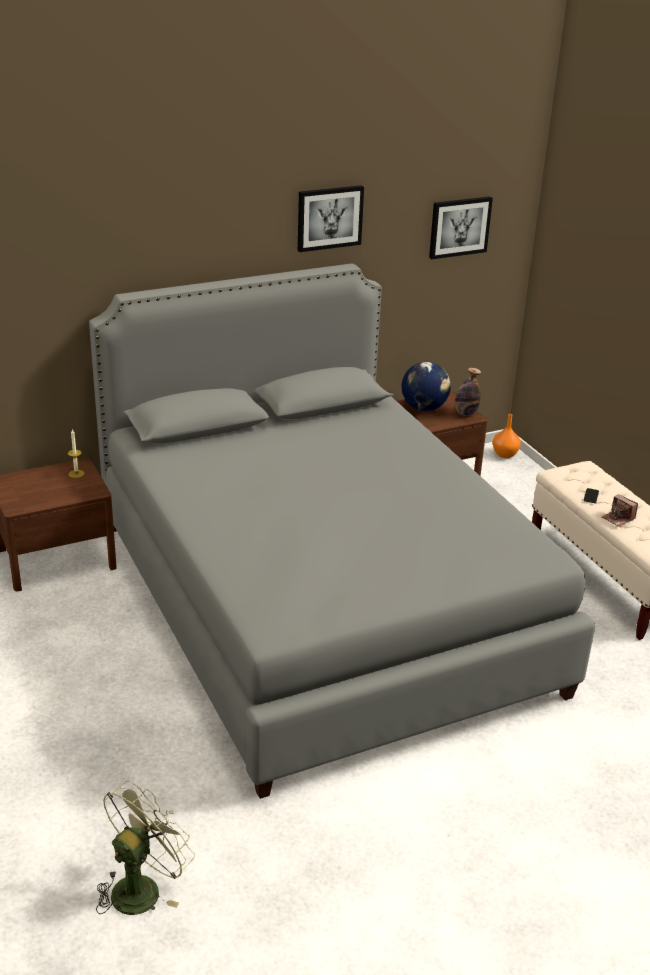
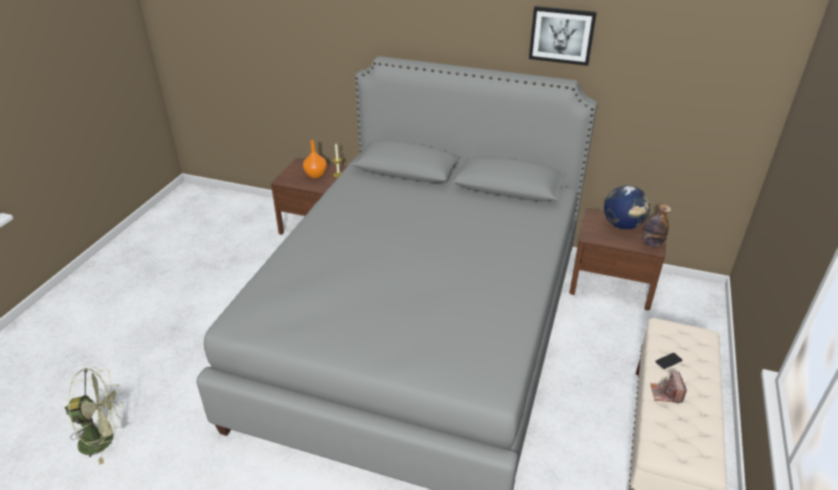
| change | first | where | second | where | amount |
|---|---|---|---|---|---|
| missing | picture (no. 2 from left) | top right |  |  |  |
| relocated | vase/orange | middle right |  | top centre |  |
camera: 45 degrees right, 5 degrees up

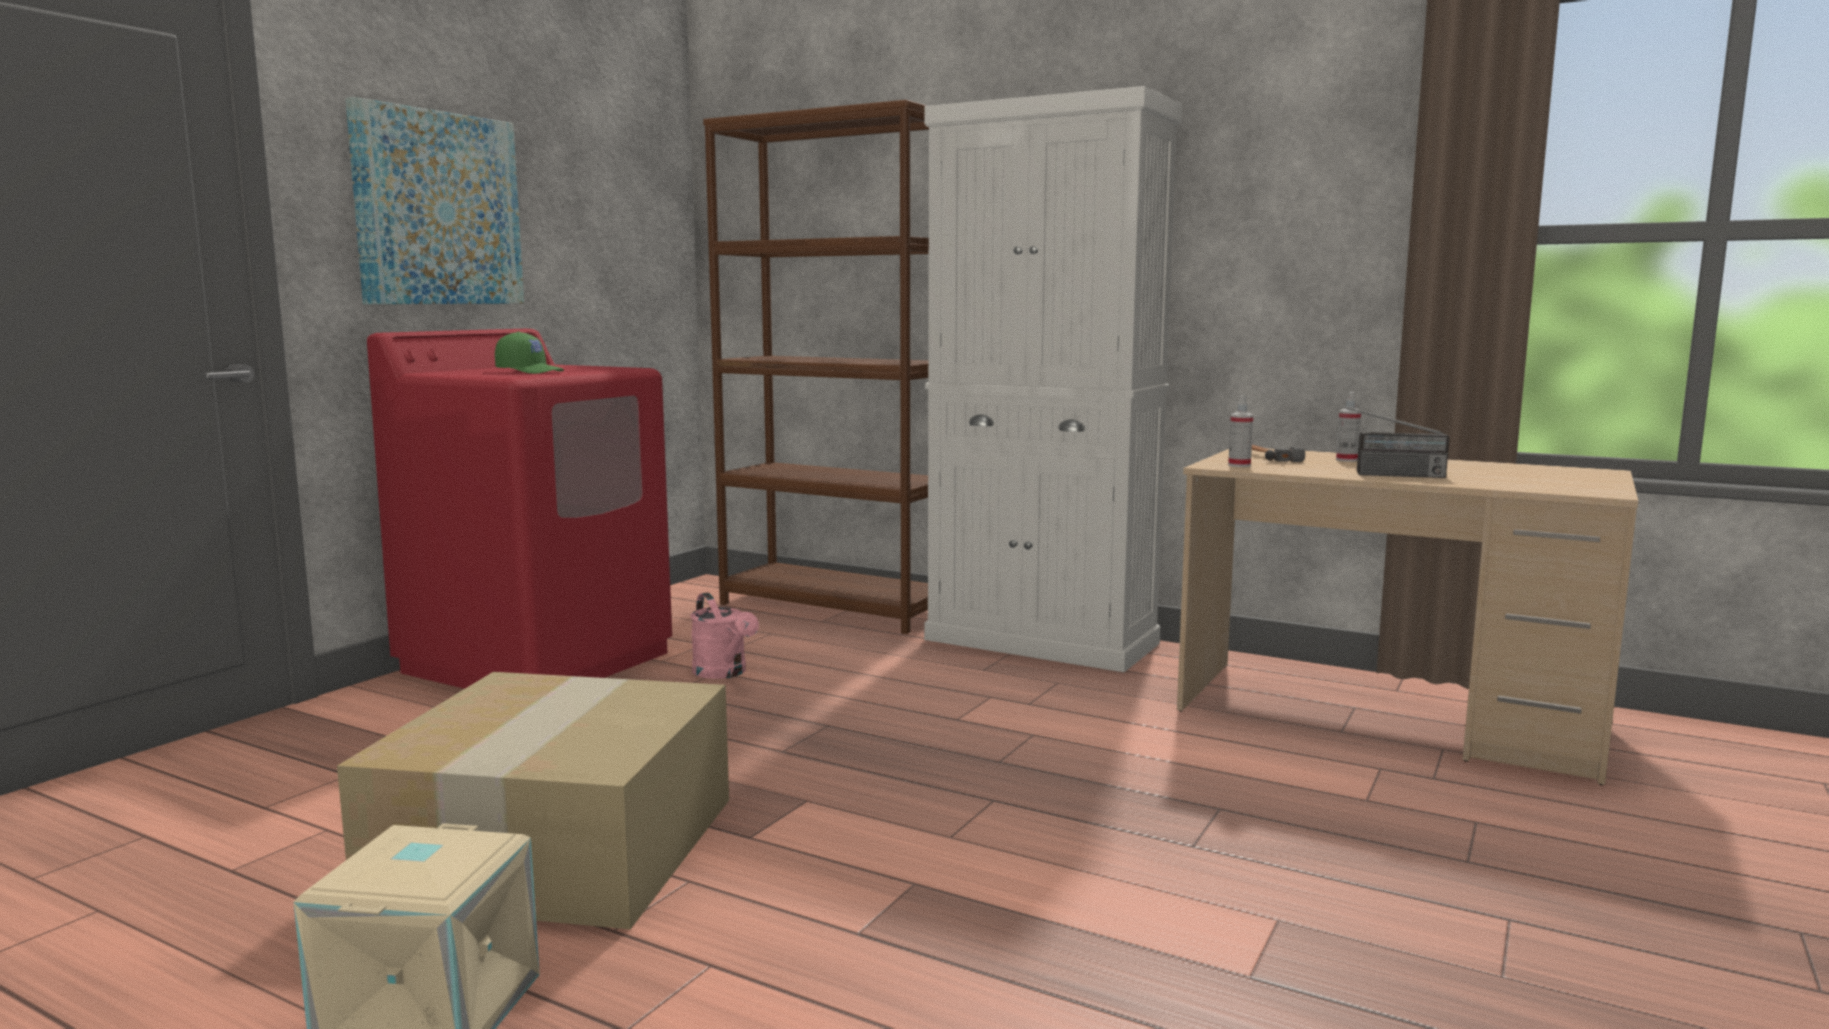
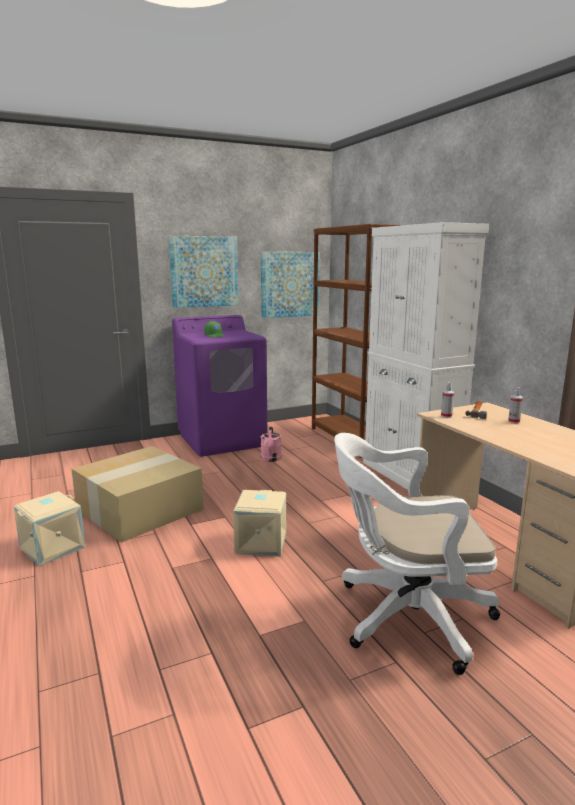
| change | first | where | second | where | amount |
|---|---|---|---|---|---|
| colour | washing machine/red | middle left | washing machine/purple | centre |  |
| missing | radio | middle right |  |  |  |
| appeared |  |  | picture (no. 2 from left) | centre |  |
| appeared |  |  | office chair/white | bottom right |  |
| appeared |  |  | storage box/beige (no. 2 from left) | centre |  |
camera: 35 degrees right, 5 degrees up

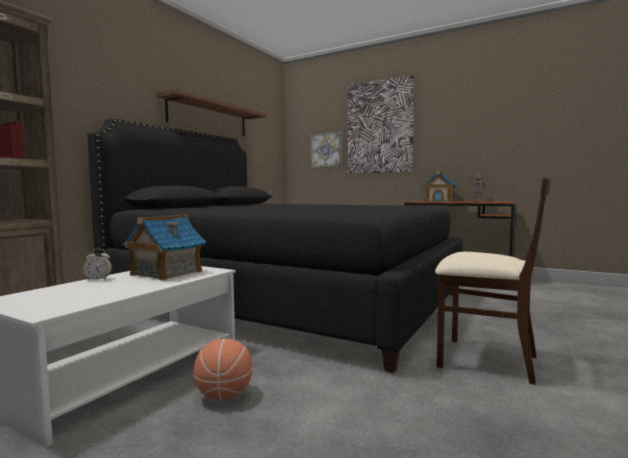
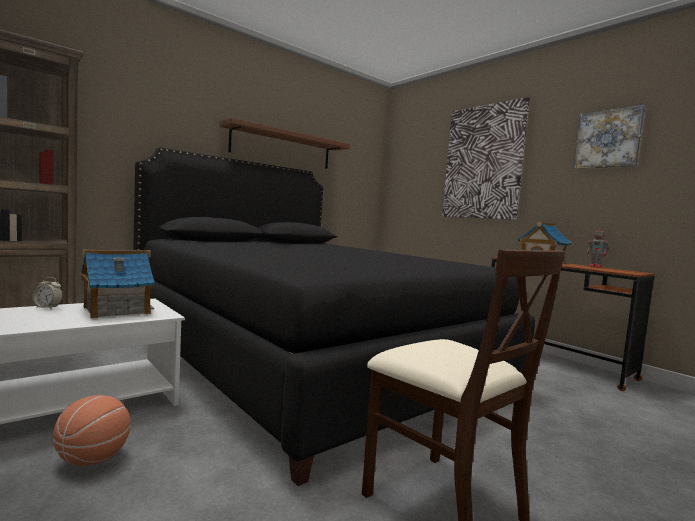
| change | first | where | second | where | amount |
|---|---|---|---|---|---|
| relocated | picture (no. 1 from left in the first image) | top centre | picture (no. 2 from left) | top right |  |
camera: 20 degrees right, 0 degrees up

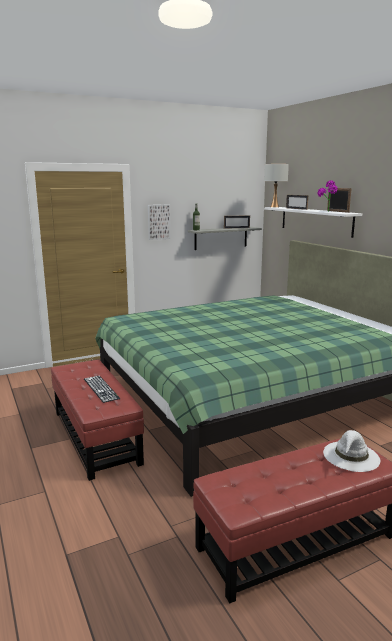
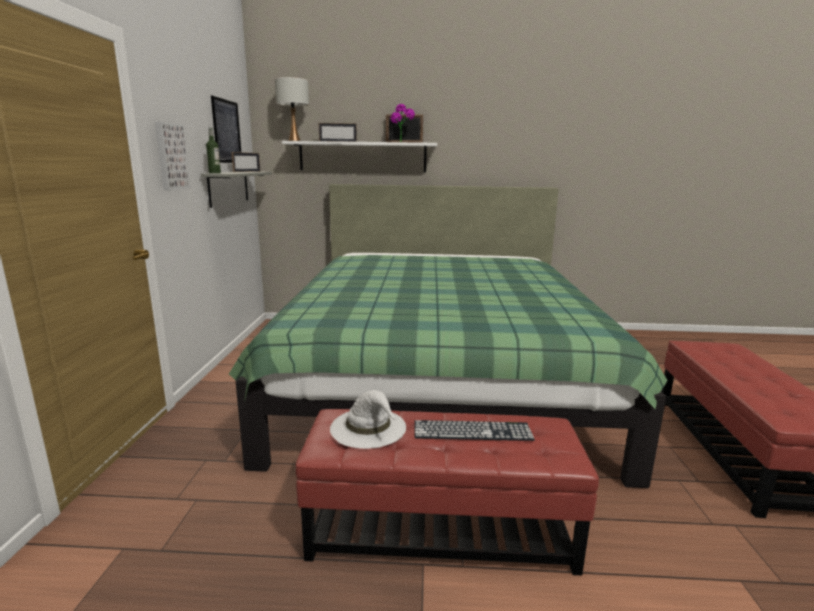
| change | first | where | second | where | amount |
|---|---|---|---|---|---|
| relocated | hat/white | bottom right |  | bottom centre |  |
| appeared |  |  | picture (no. 2 from left) | top left |  |
camera: 60 degrees left, 0 degrees up

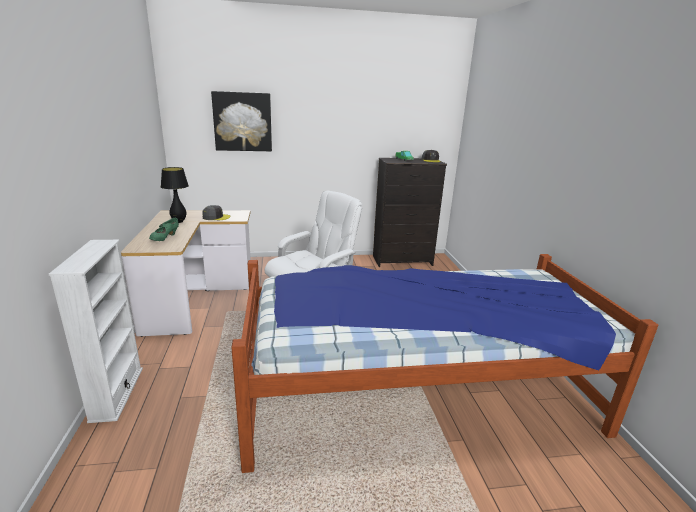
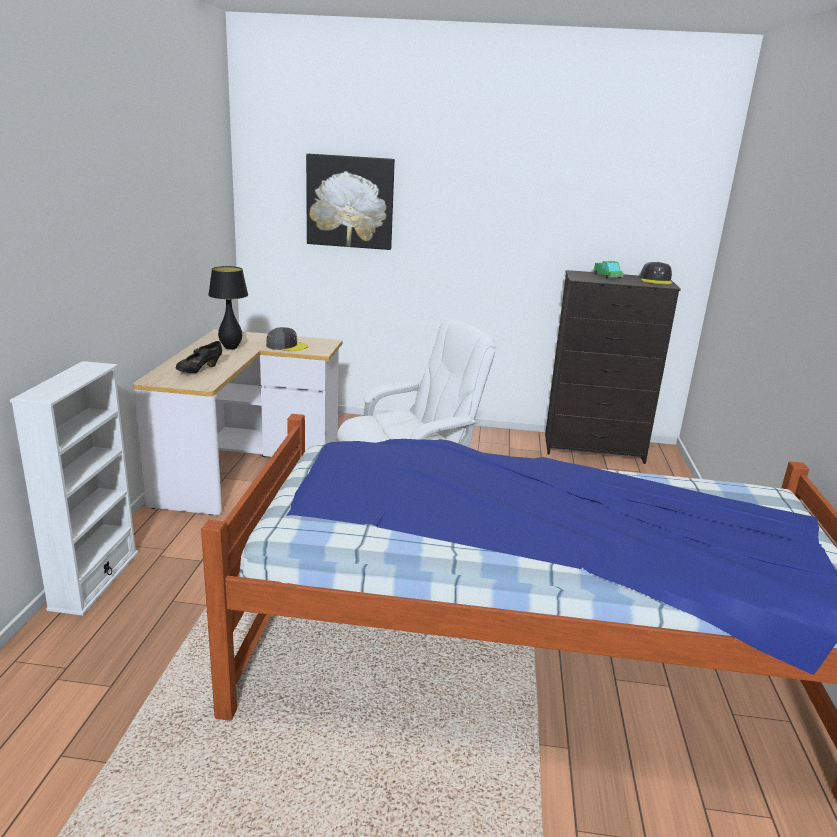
| change | first | where | second | where | amount |
|---|---|---|---|---|---|
| colour | shoe/green | middle left | shoe/black | middle left |  |
camera: 15 degrees right, 0 degrees up

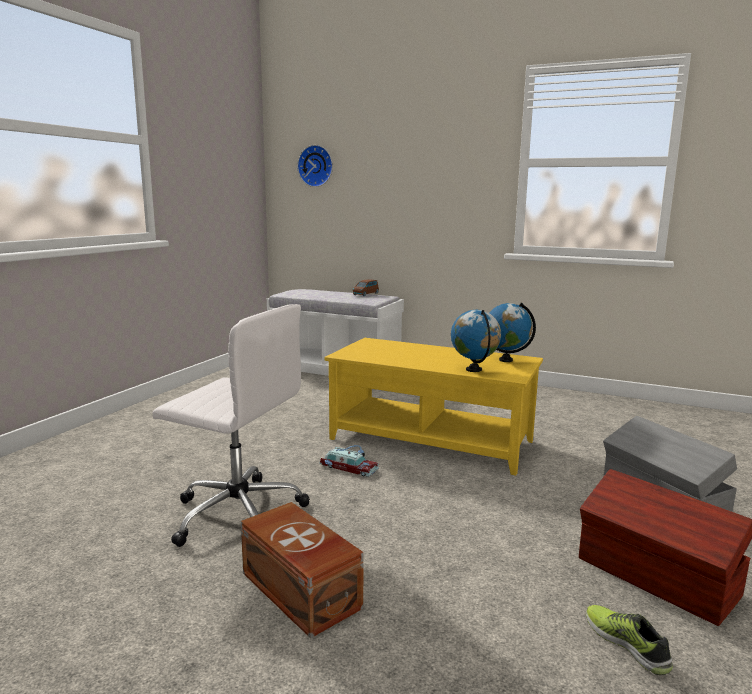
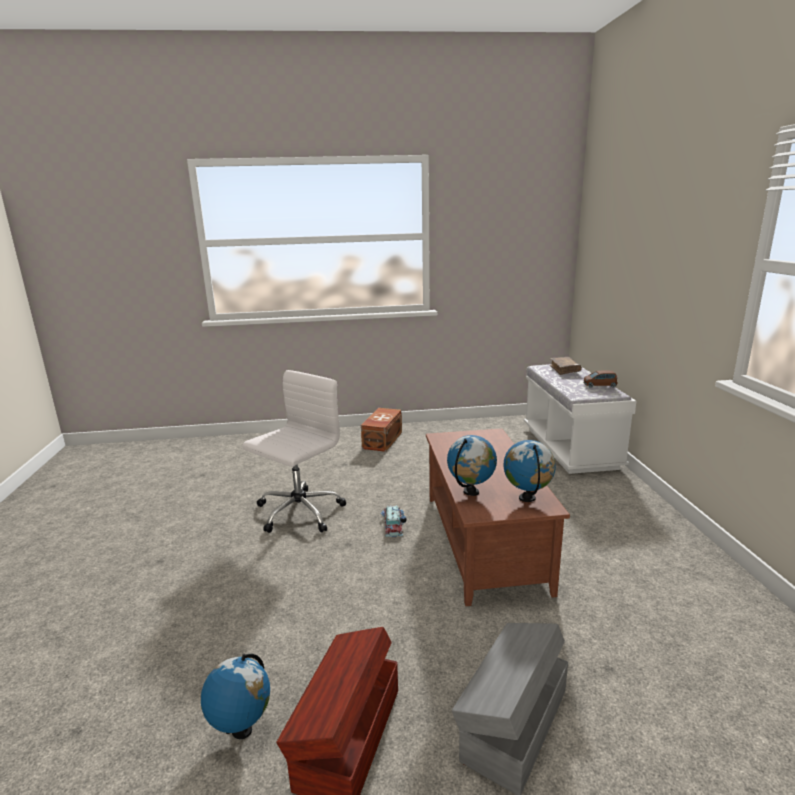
| change | first | where | second | where | amount |
|---|---|---|---|---|---|
| missing | wall clock | top centre |  |  |  |
| spun | office chair/white | middle left |  | centre | 135 degrees counterclockwise |
| colour | coffee table/yellow | centre | coffee table/brown | centre |  |
| relocated | storage box/brown (no. 1 from left in the first image) | bottom centre | storage box/brown (no. 2 from left) | centre |  |
| exchanged | shoe | bottom right | globe (no. 1 from left) | bottom left |  |
| appeared |  |  | book/brown | middle right |  |
camera: 60 degrees right, 5 degrees up

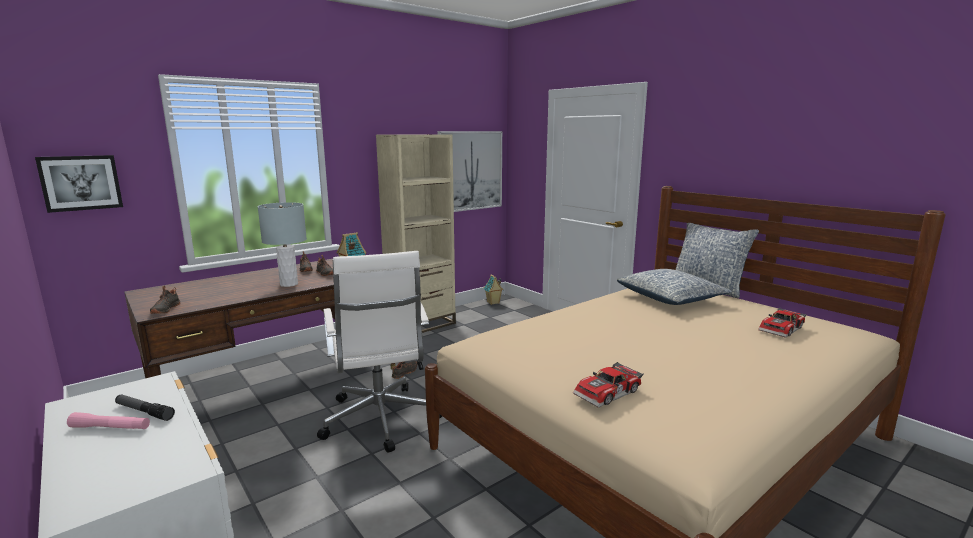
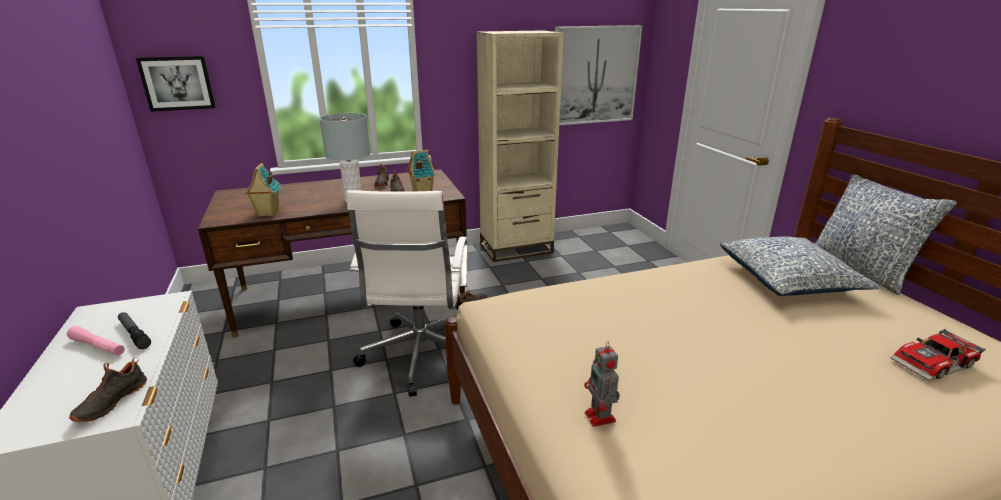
| change | first | where | second | where | amount |
|---|---|---|---|---|---|
| relocated | toy house (no. 2 from left in the first image) | centre | toy house (no. 1 from left) | middle left |  |
| relocated | shoe/black (no. 1 from left) | middle left |  | bottom left |  |
| exchanged | toy car (no. 1 from left) | bottom centre | toy robot | bottom centre |  |
camera: 20 degrees right, 10 degrees up

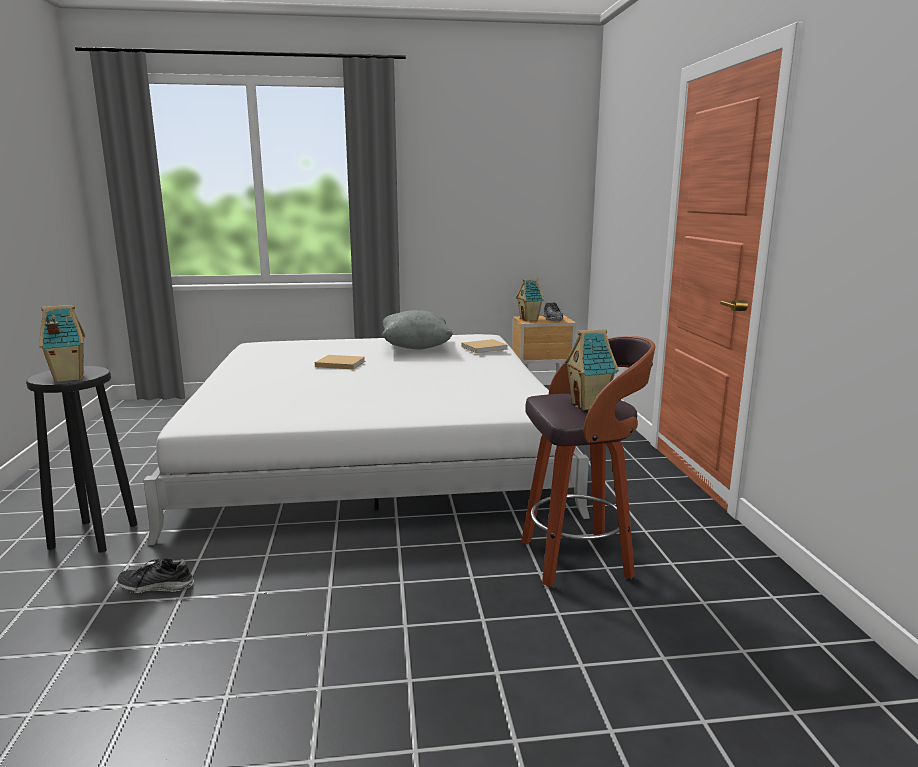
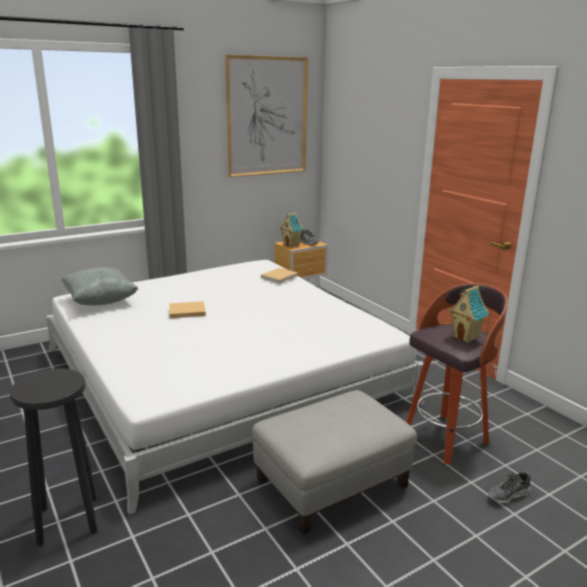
| change | first | where | second | where | amount |
|---|---|---|---|---|---|
| missing | toy house (no. 1 from left) | middle left |  |  |  |
| relocated | pillow/grey | centre |  | middle left |  |
| relocated | shoe (no. 1 from left in the first image) | bottom left | shoe (no. 2 from left) | bottom right |  |
| appeared |  |  | picture | top centre |  |
| appeared |  |  | ottoman/grey | bottom centre |  |
camera: 25 degrees left, 5 degrees up

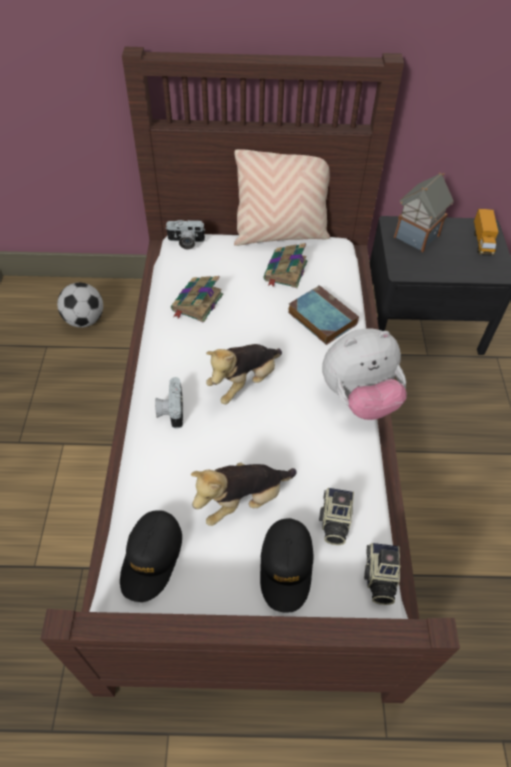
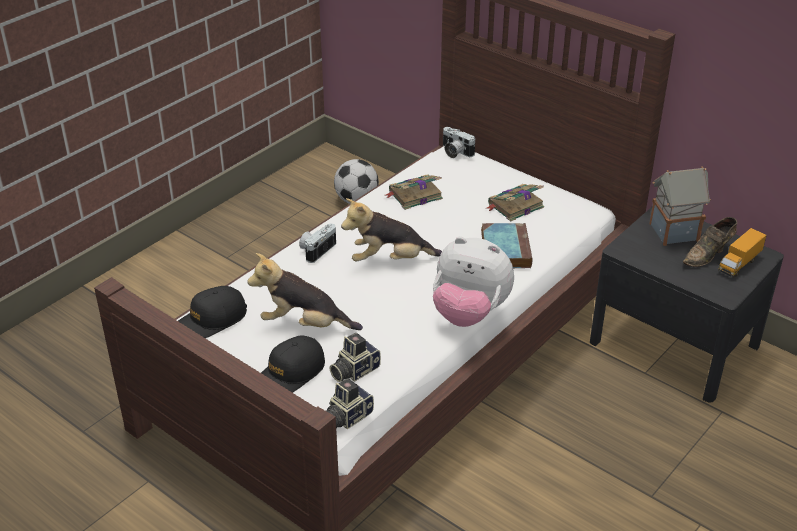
| change | first | where | second | where | amount |
|---|---|---|---|---|---|
| missing | pillow/beige | top centre |  |  |  |
| appeared |  |  | shoe/brown | middle right |  |
camera: 40 degrees right, 15 degrees down

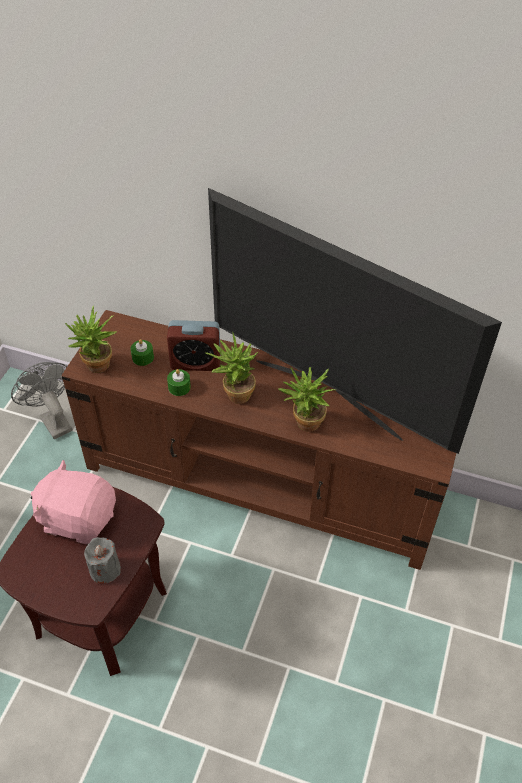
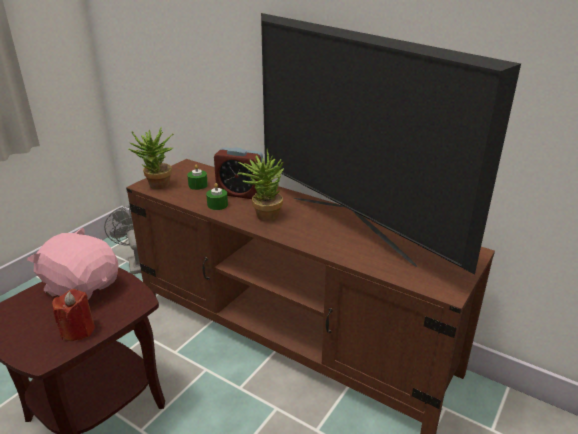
| change | first | where | second | where | amount |
|---|---|---|---|---|---|
| missing | potted plant (no. 3 from left) | centre |  |  |  |
| colour | candle/grey | bottom left | candle/red | bottom left |  |
camera: 15 degrees right, 20 degrees down

